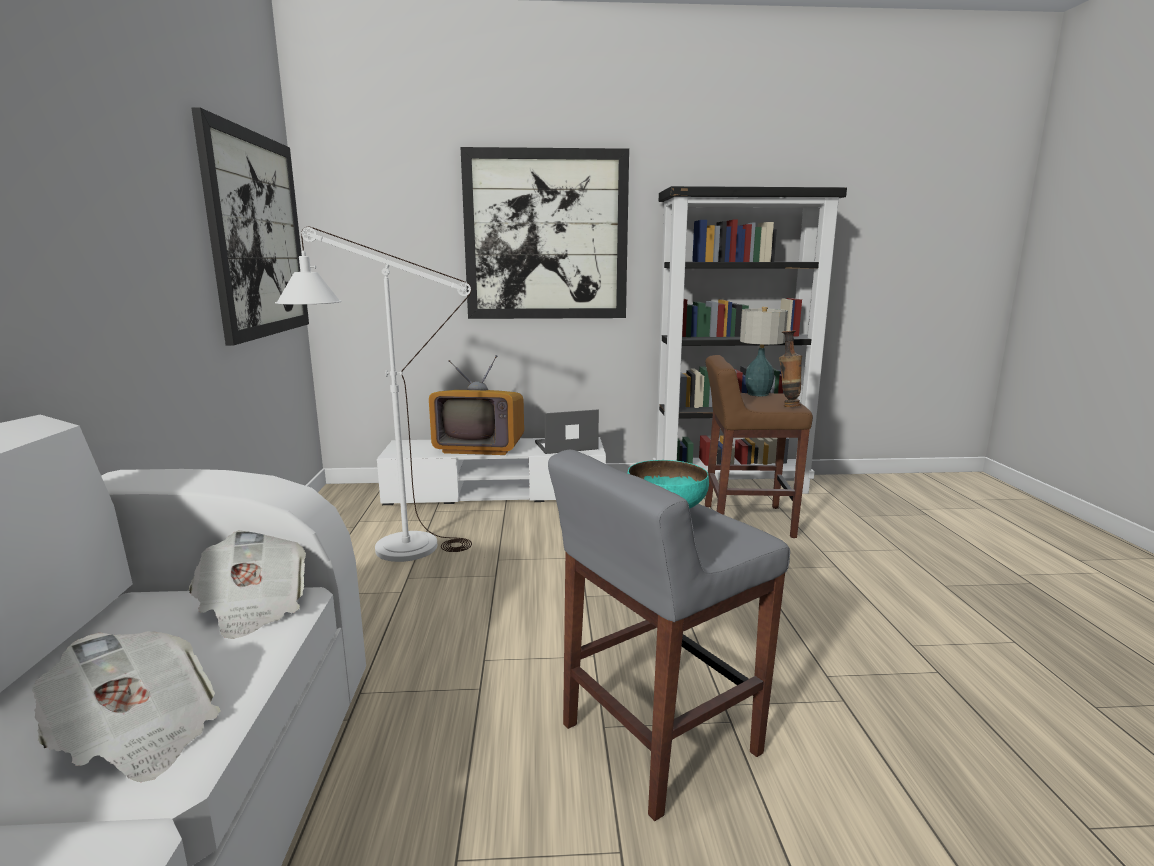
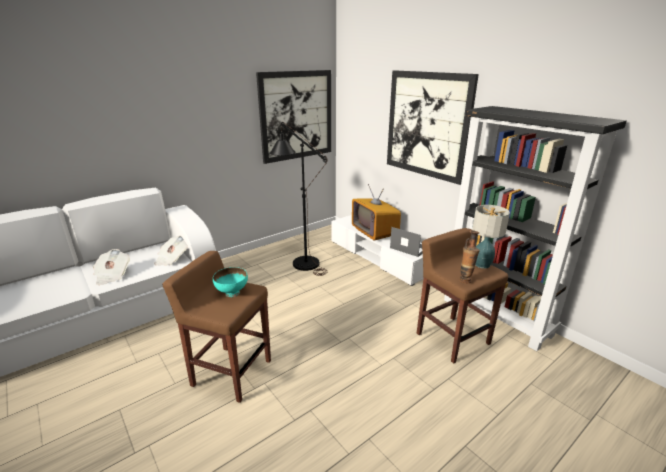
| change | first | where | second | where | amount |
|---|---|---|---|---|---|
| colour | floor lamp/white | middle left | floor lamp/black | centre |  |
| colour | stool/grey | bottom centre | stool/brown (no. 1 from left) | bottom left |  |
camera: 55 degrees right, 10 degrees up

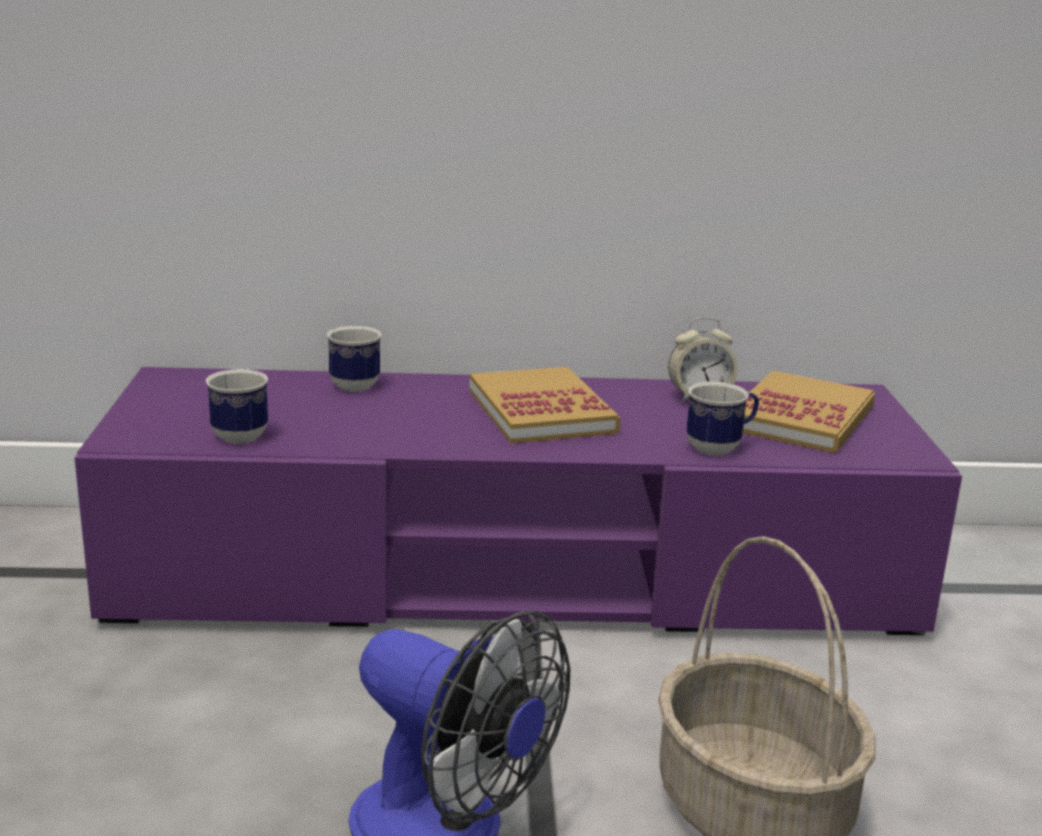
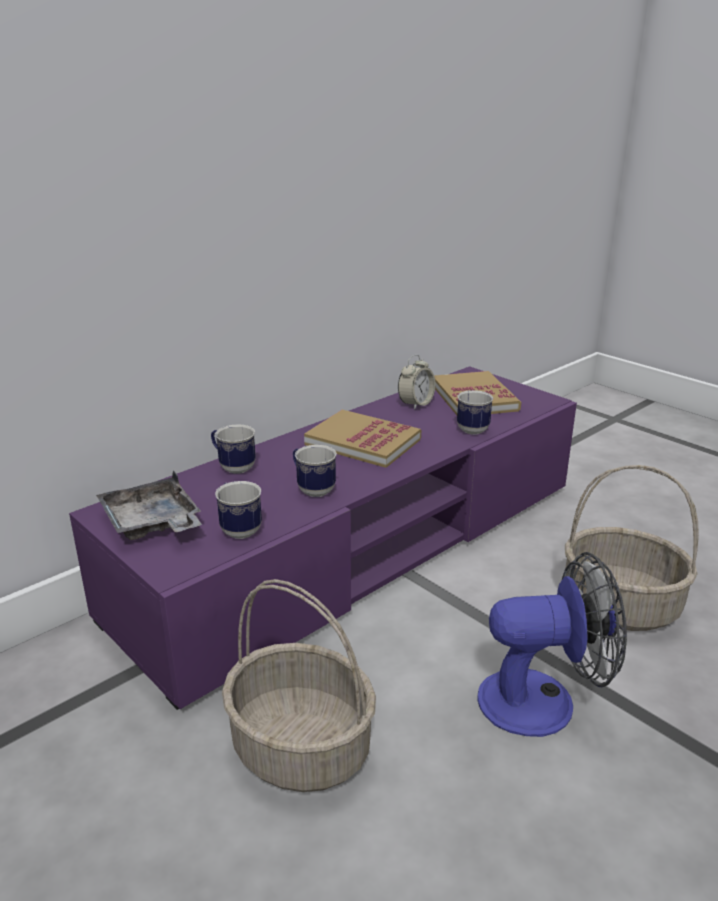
| change | first | where | second | where | amount |
|---|---|---|---|---|---|
| appeared |  |  | mug (no. 3 from left) | centre |  |
| appeared |  |  | tray/grey | middle left |  |
| appeared |  |  | basket (no. 1 from left) | bottom centre |  |
camera: 40 degrees left, 5 degrees up

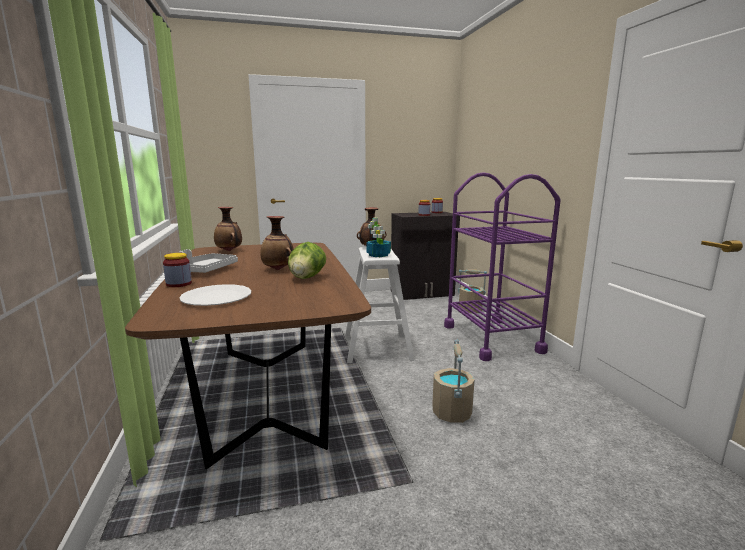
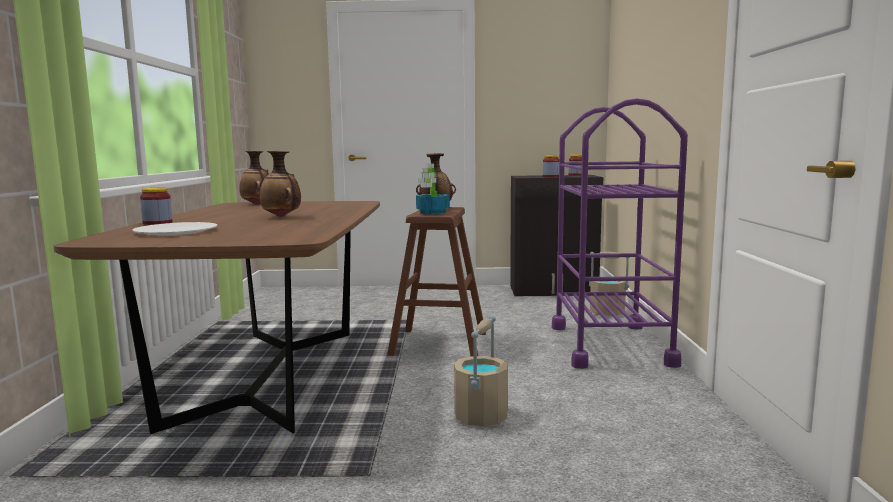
| change | first | where | second | where | amount |
|---|---|---|---|---|---|
| missing | lettuce | centre |  |  |  |
| colour | stool/white | centre | stool/brown | centre |  |
| missing | tray/grey | middle left |  |  |  |
camera: 15 degrees right, 5 degrees down

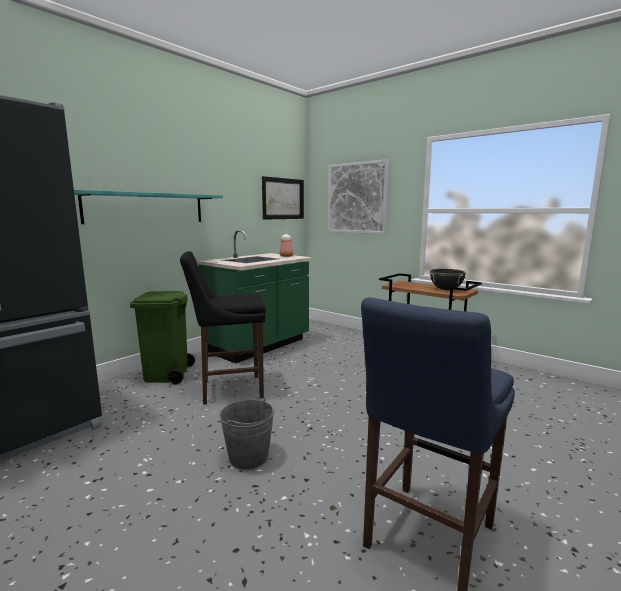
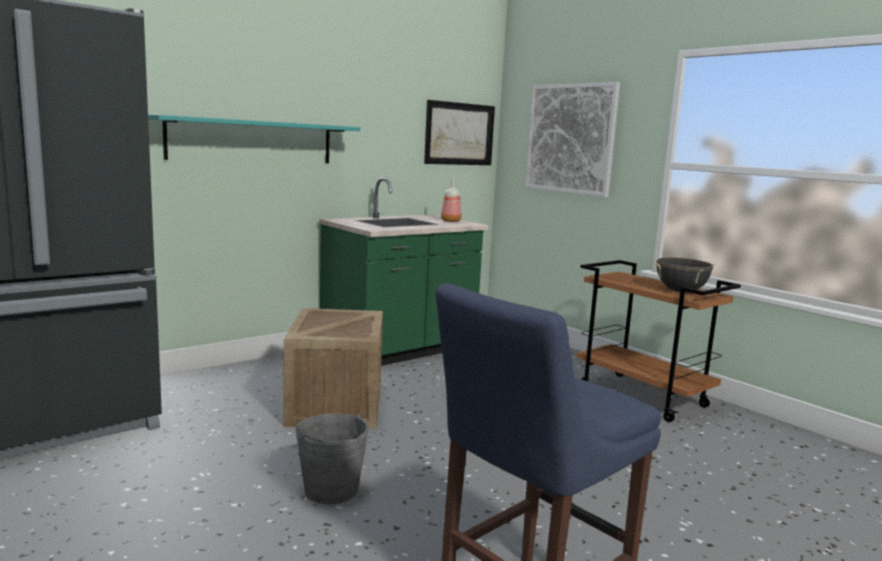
| change | first | where | second | where | amount |
|---|---|---|---|---|---|
| exchanged | stool/black | centre | crate | centre |  |
| missing | trash can/green | middle left |  |  |  |
camera: 10 degrees right, 0 degrees up

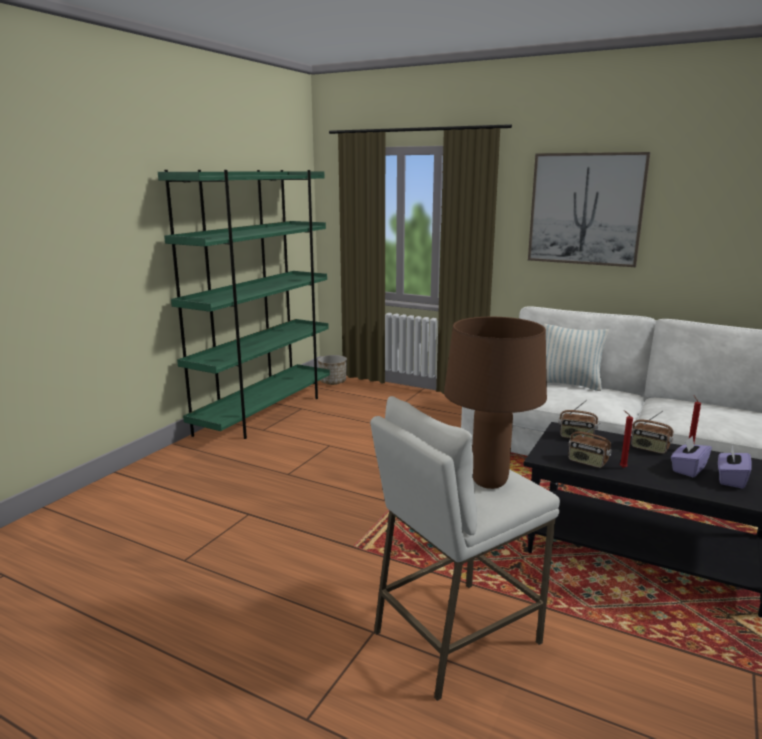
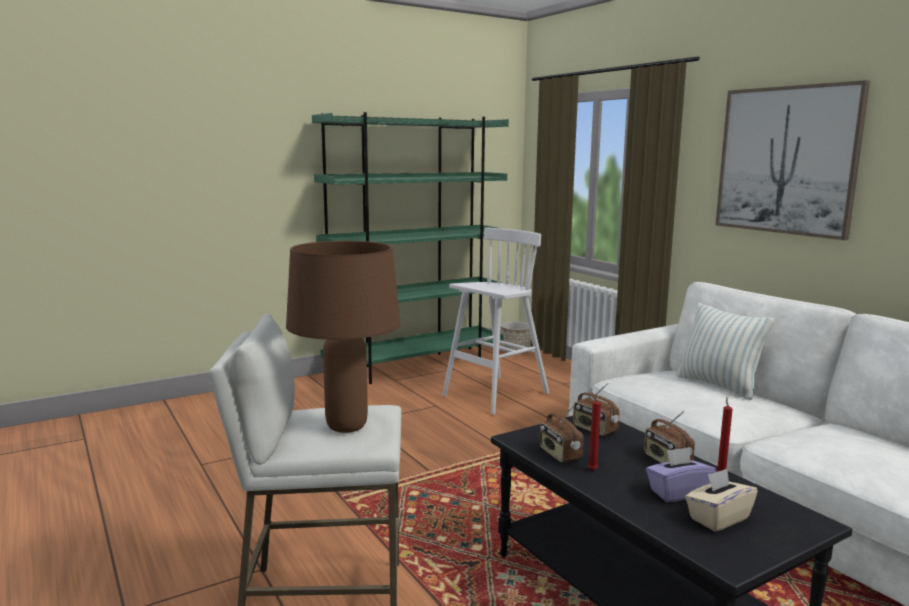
| change | first | where | second | where | amount |
|---|---|---|---|---|---|
| colour | tissue box/purple (no. 2 from left) | middle right | tissue box/beige | bottom right |  |
| appeared |  |  | stool/white (no. 2 from left) | centre |  |
camera: 30 degrees right, 5 degrees down

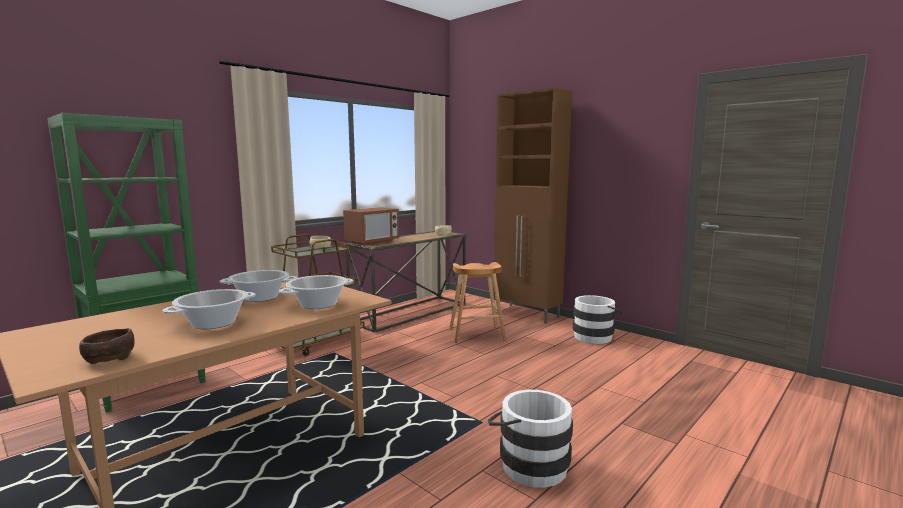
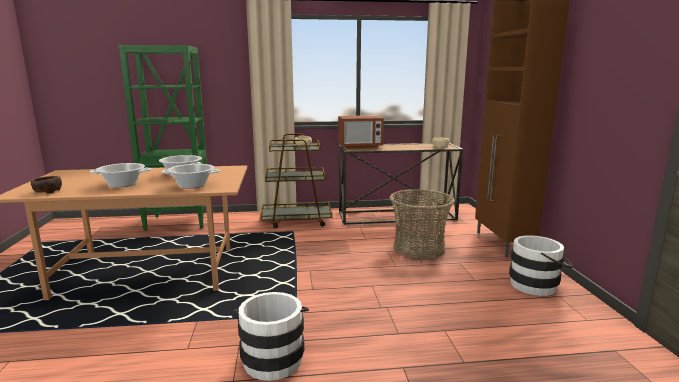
| change | first | where | second | where | amount |
|---|---|---|---|---|---|
| exchanged | stool/brown | centre | basket | centre |  |
camera: 40 degrees right, 5 degrees up

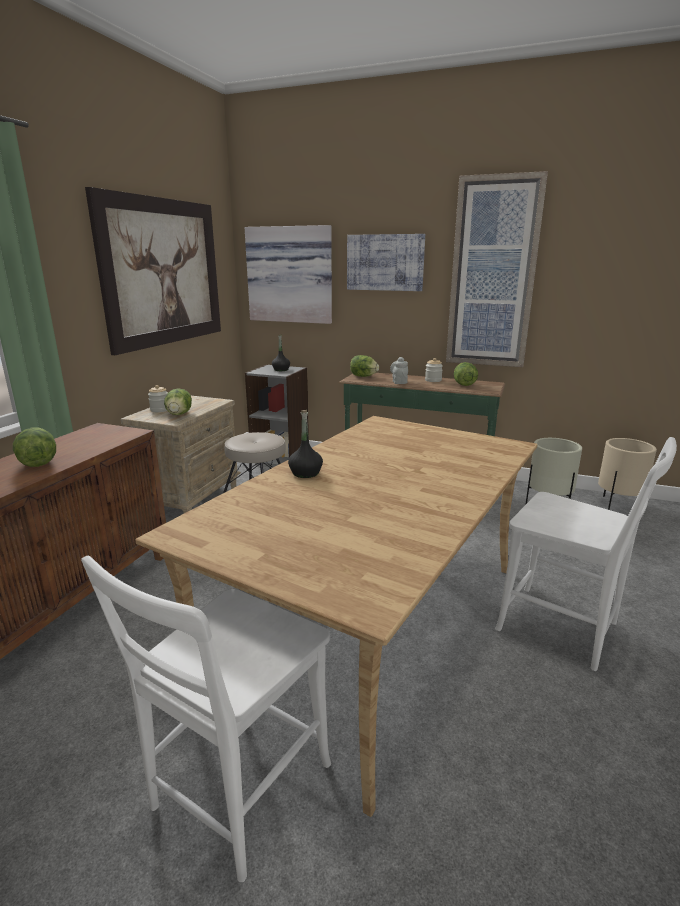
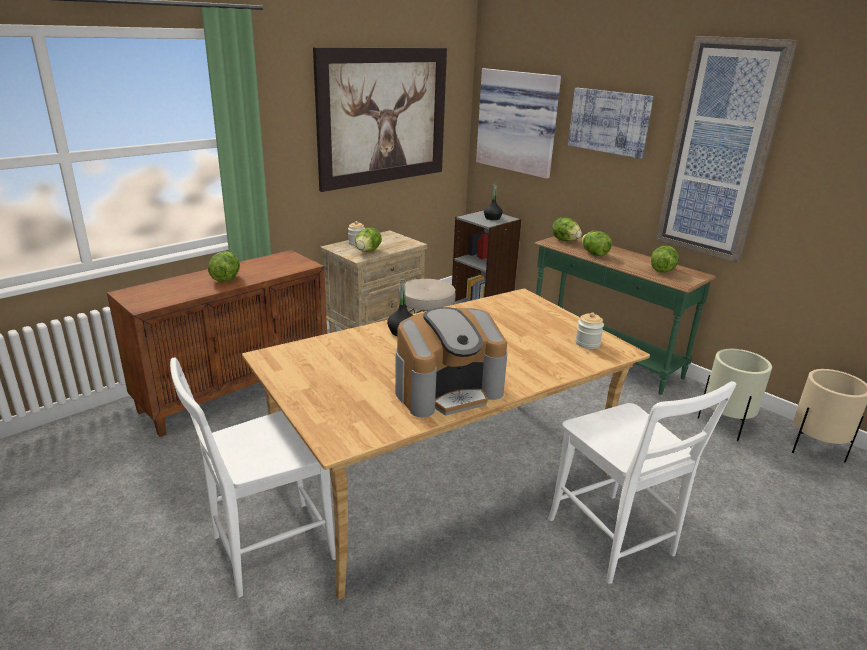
| change | first | where | second | where | amount |
|---|---|---|---|---|---|
| exchanged | teapot/grey | centre | lettuce (no. 4 from left) | middle right |  |
| relocated | jar (no. 2 from left) | centre |  | middle right |  |
| appeared |  |  | coffee machine | centre |  |
camera: 25 degrees right, 5 degrees up

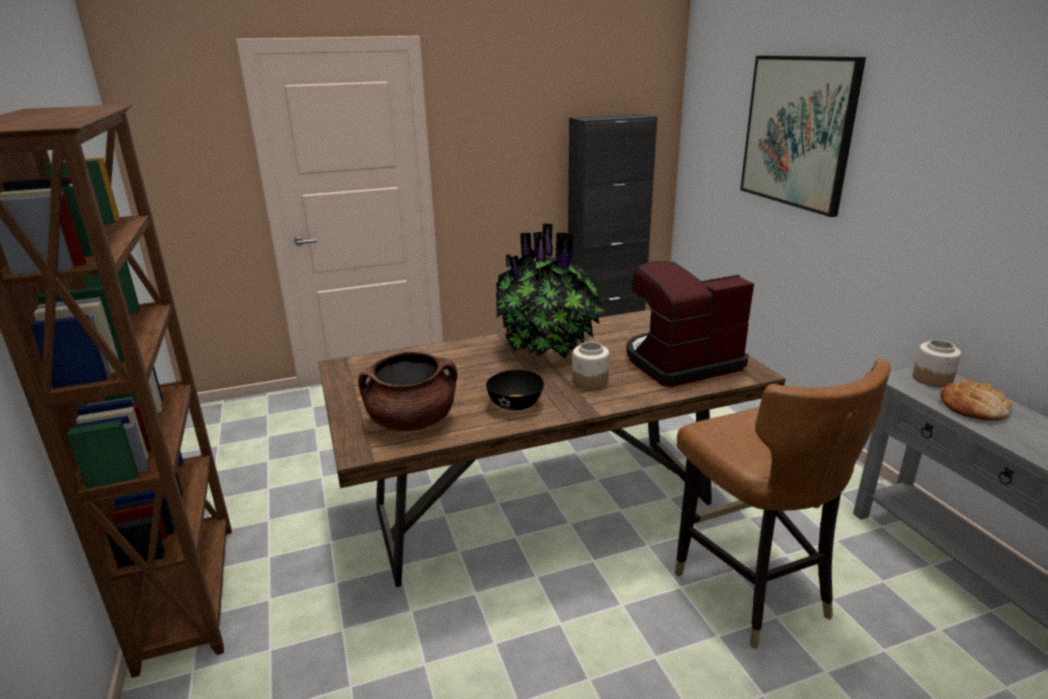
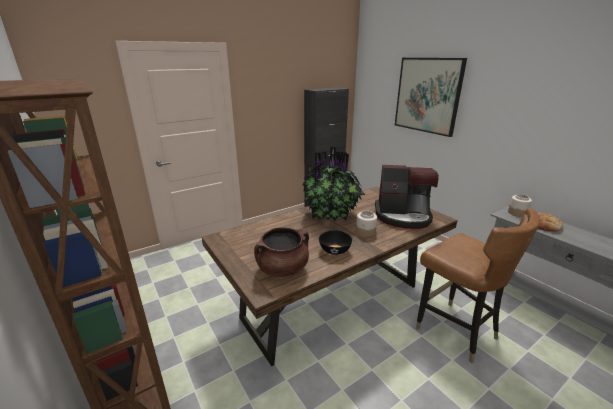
| change | first | where | second | where | amount |
|---|---|---|---|---|---|
| spun | coffee machine | centre |  | centre | 135 degrees counterclockwise |
camera: 15 degrees left, 0 degrees up

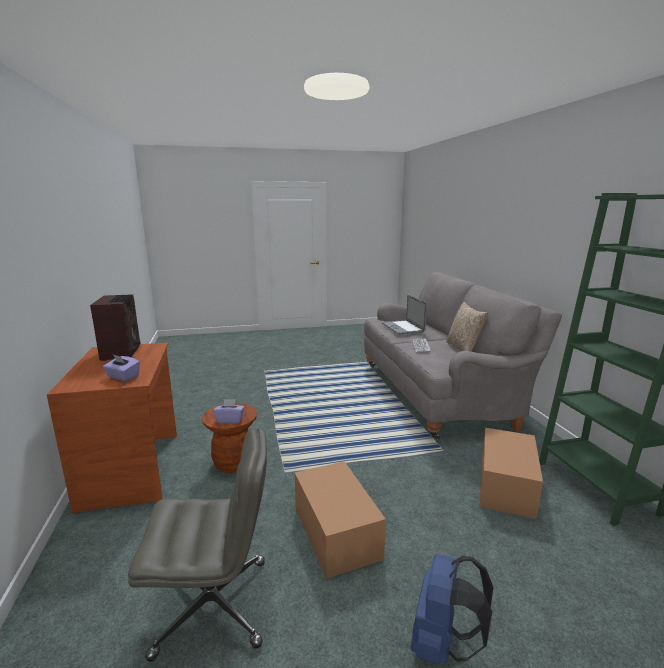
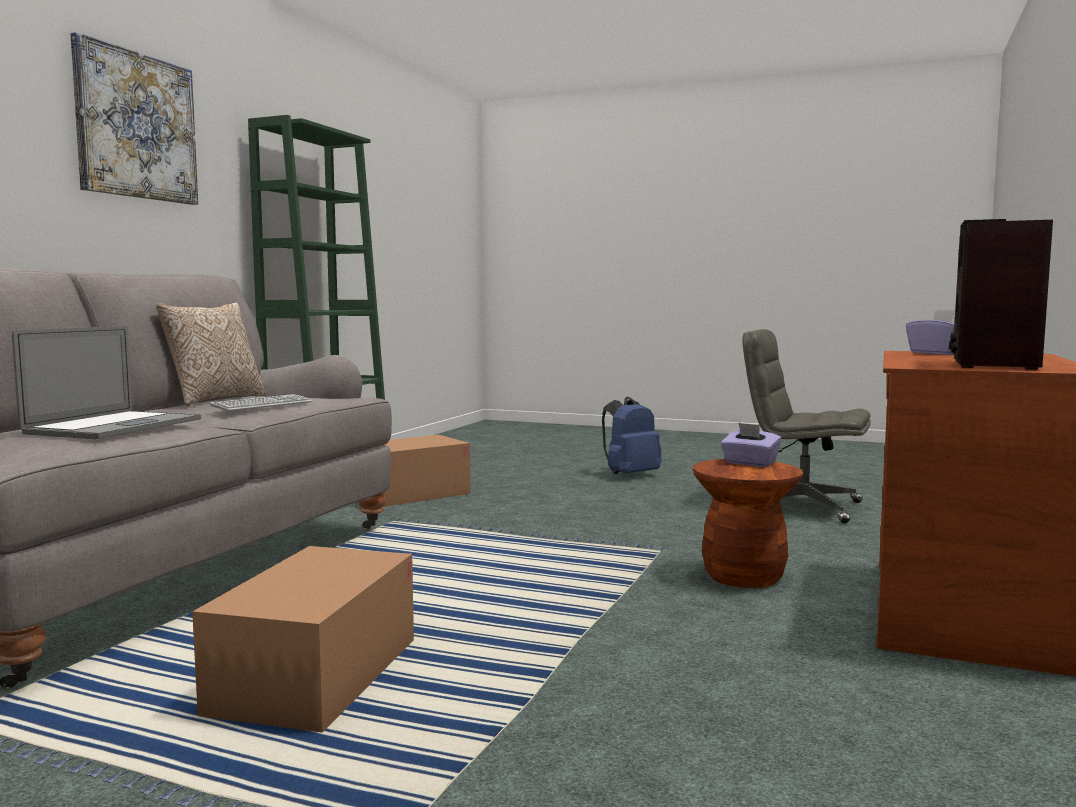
| change | first | where | second | where | amount |
|---|---|---|---|---|---|
| relocated | cardboard box (no. 1 from left) | bottom centre |  | bottom left |  |
| appeared |  |  | picture | top left |  |
camera: 145 degrees left, 10 degrees down

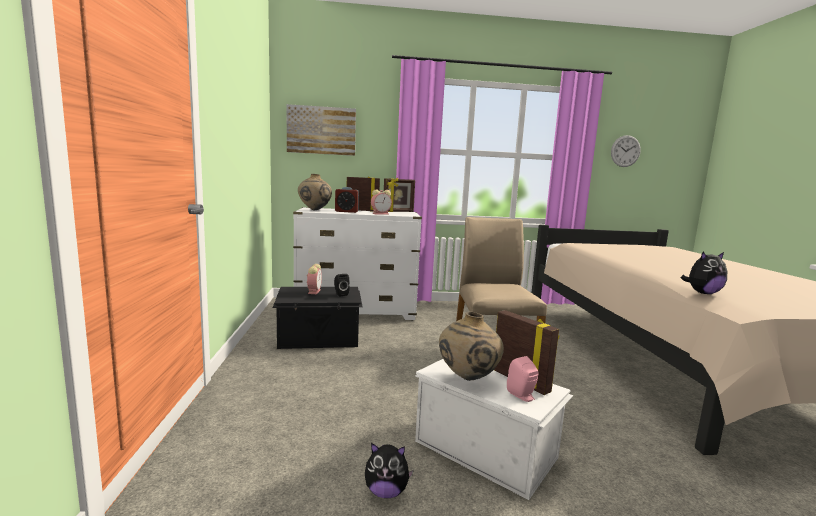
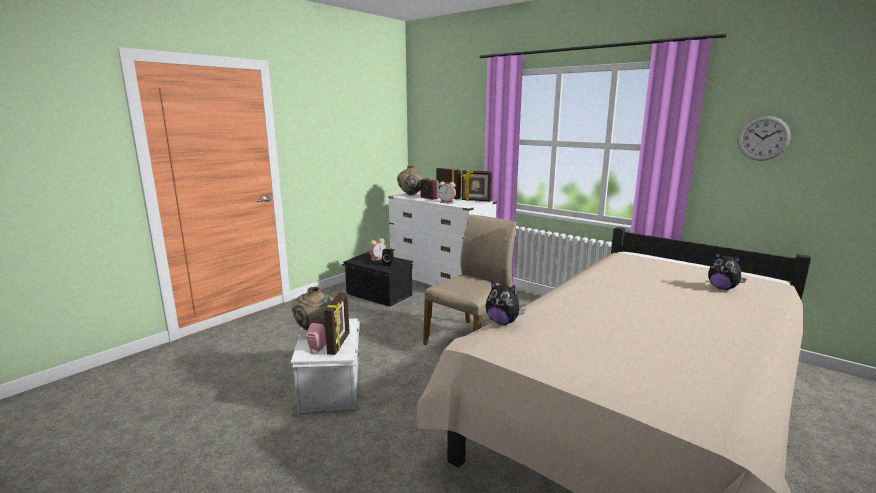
| change | first | where | second | where | amount |
|---|---|---|---|---|---|
| missing | picture | top centre |  |  |  |
| relocated | plush toy (no. 1 from left in the first image) | bottom centre | plush toy (no. 2 from left) | middle right |  |
camera: 45 degrees right, 5 degrees up

